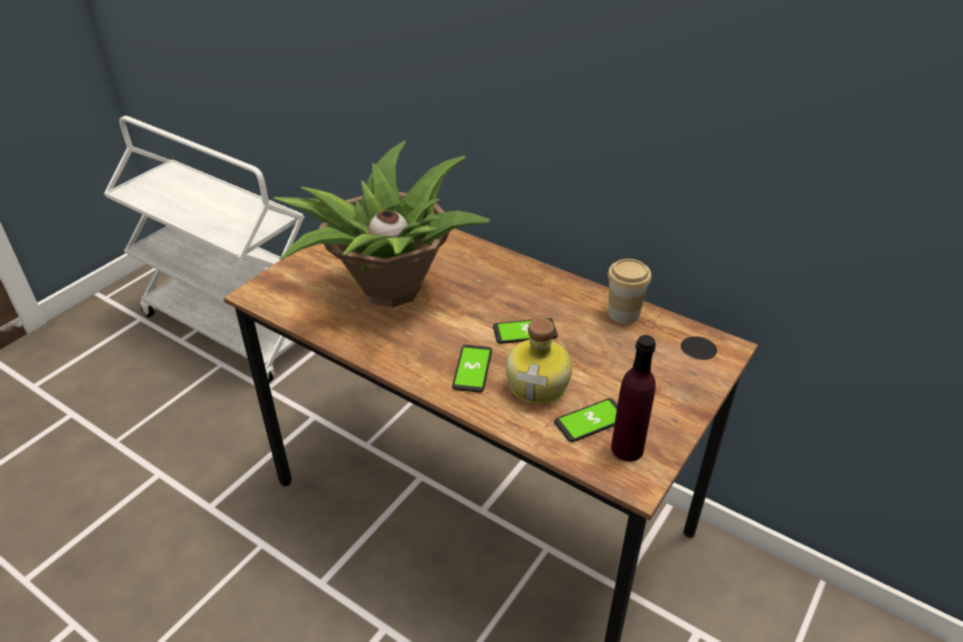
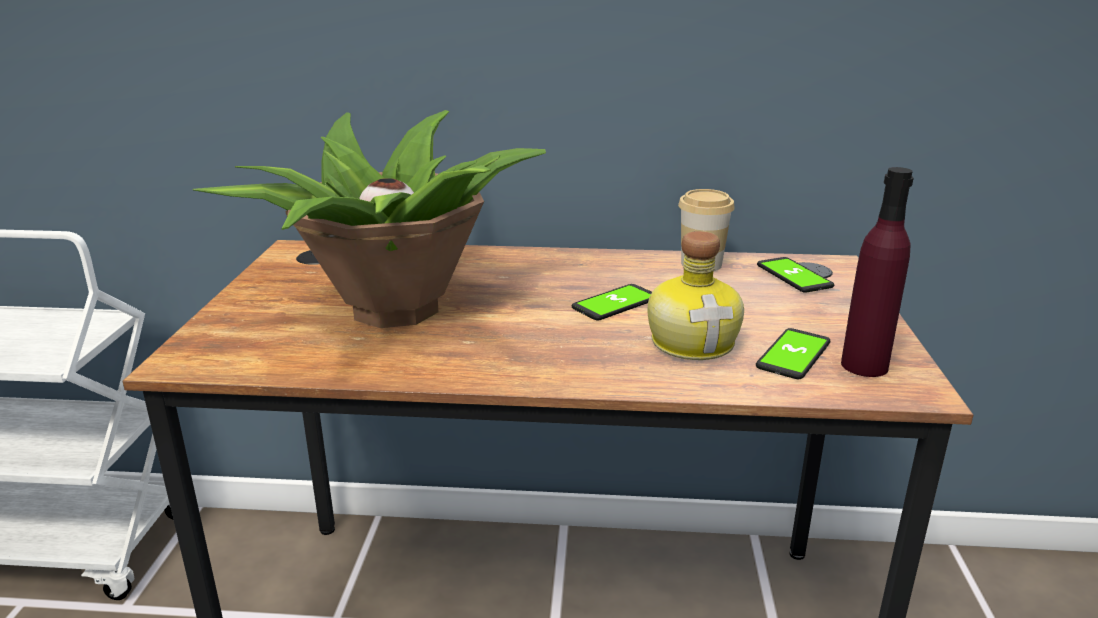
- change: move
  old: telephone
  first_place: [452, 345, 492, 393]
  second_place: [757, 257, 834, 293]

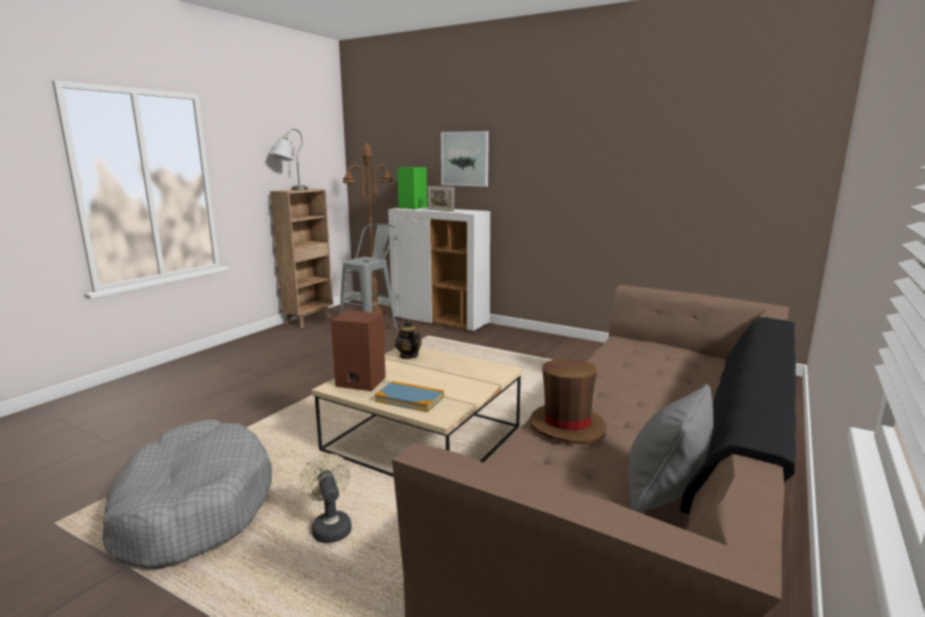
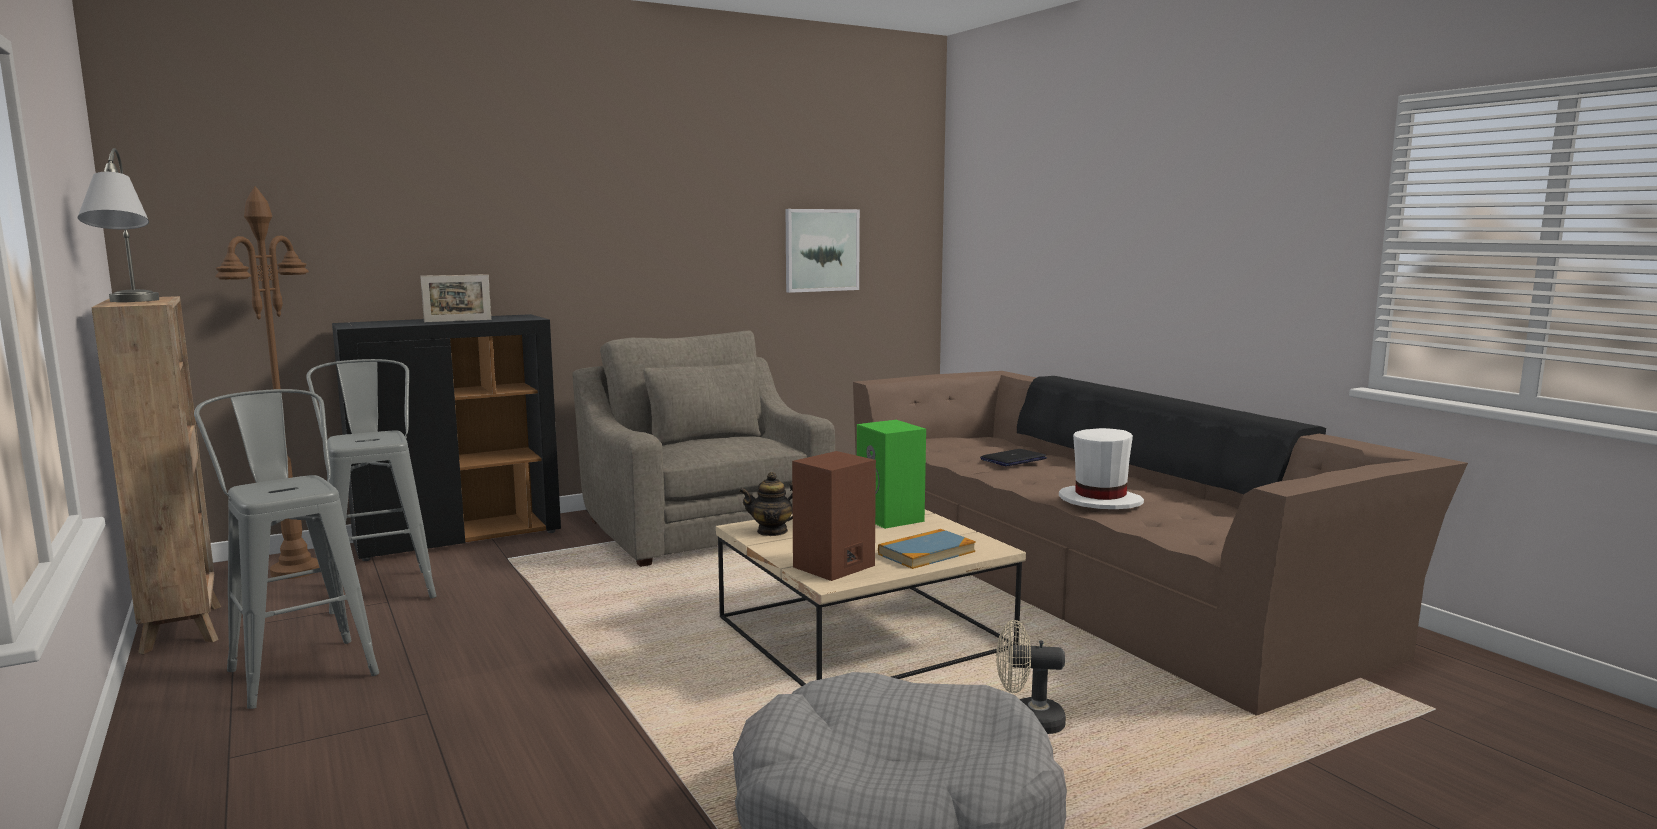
- change: move
  old: wall art
  first_place: [441, 131, 489, 187]
  second_place: [786, 209, 860, 293]
- change: move
  old: greenish audio speaker
  first_place: [397, 167, 427, 209]
  second_place: [857, 420, 926, 529]
- change: recolor
  old: whitish cupboard
  new: black-coloured cupboard
  first_place: [388, 207, 490, 332]
  second_place: [332, 314, 561, 561]
- change: recolor
  old: brownish hat
  new: whitish hat
  first_place: [530, 359, 607, 445]
  second_place: [1059, 428, 1144, 509]
- change: delete
  old: gray cushion
  first_place: [629, 384, 713, 513]
- change: insert
  new: gray armchair
  second_place: [572, 331, 835, 567]
- change: insert
  new: gray stool
  second_place: [194, 389, 379, 709]
- change: insert
  new: portable computer
  second_place: [980, 449, 1047, 466]

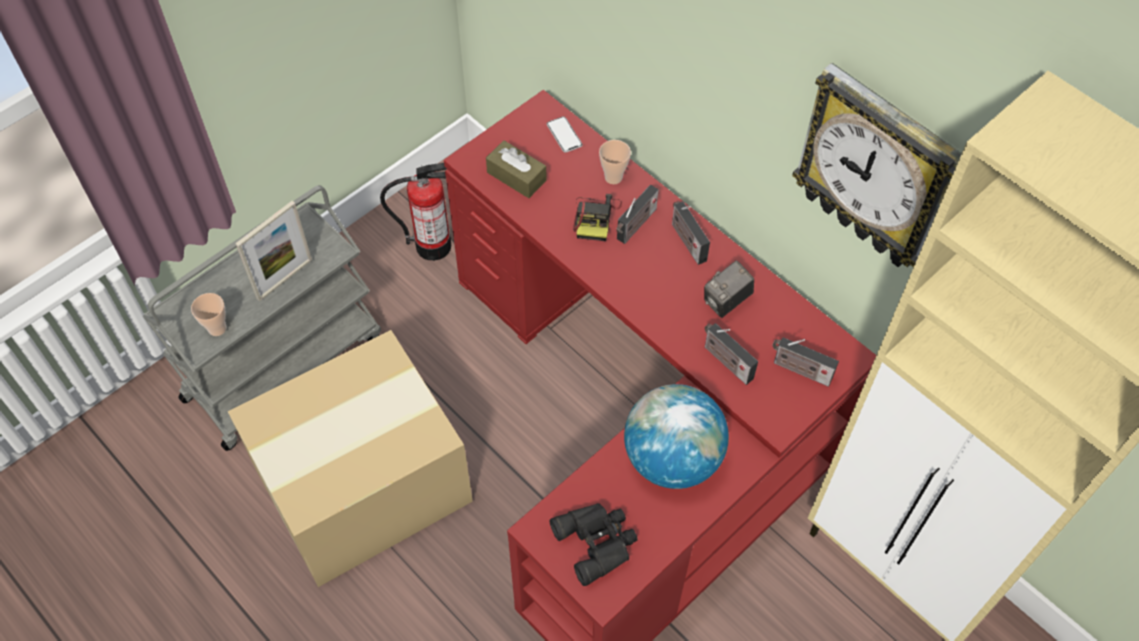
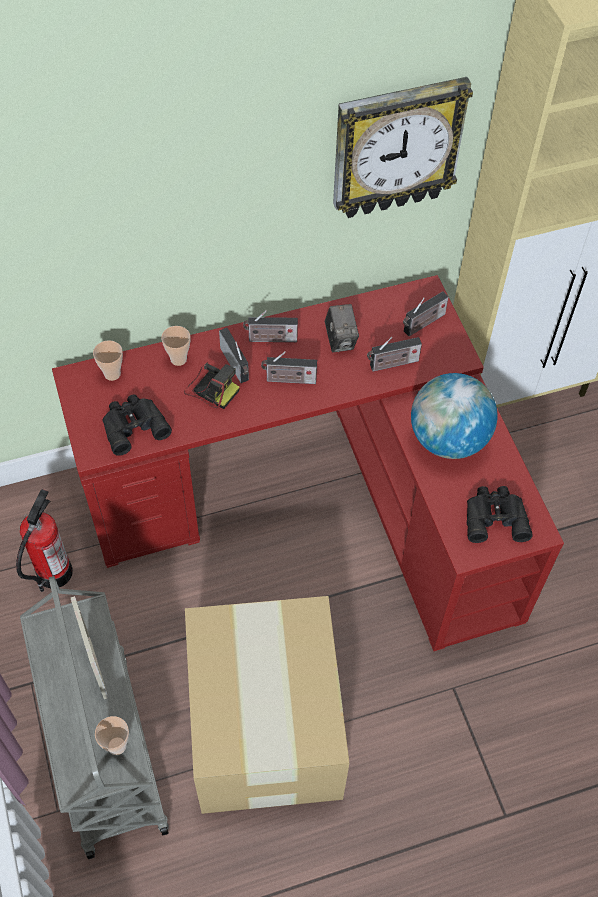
- change: replace
  old: telephone
  new: drinking cup
  first_place: [547, 116, 582, 153]
  second_place: [93, 340, 123, 381]
- change: replace
  old: brownish box of tissues
  new: black-coloured pair of binoculars
  first_place: [486, 140, 547, 198]
  second_place: [102, 394, 172, 456]
- change: insert
  new: radio
  second_place: [261, 351, 317, 384]

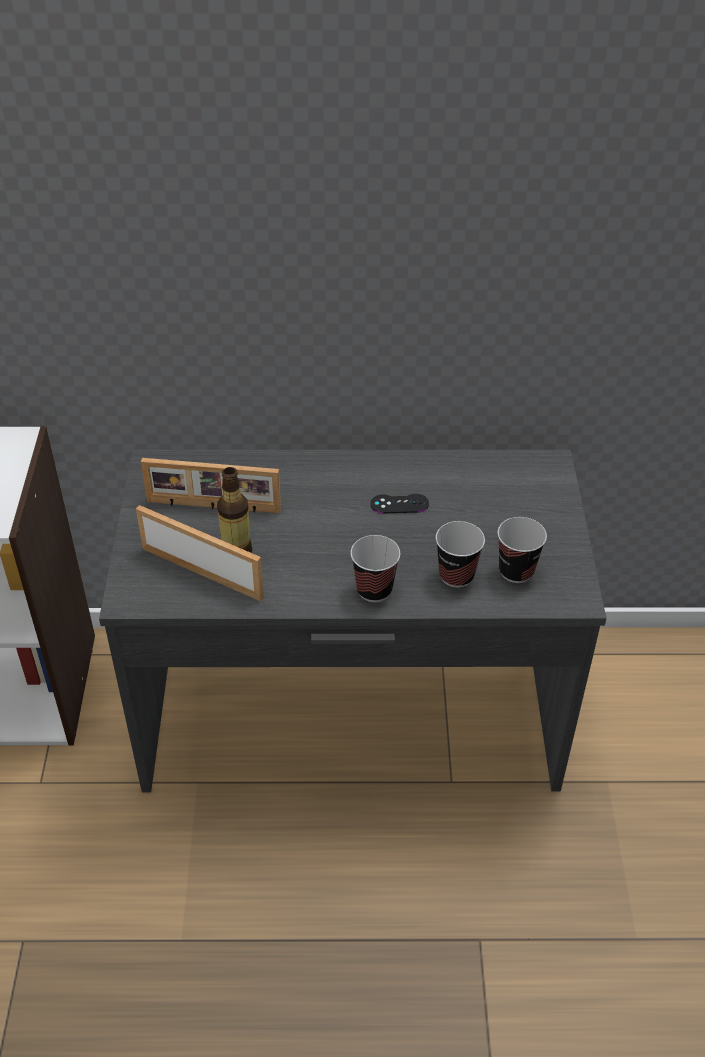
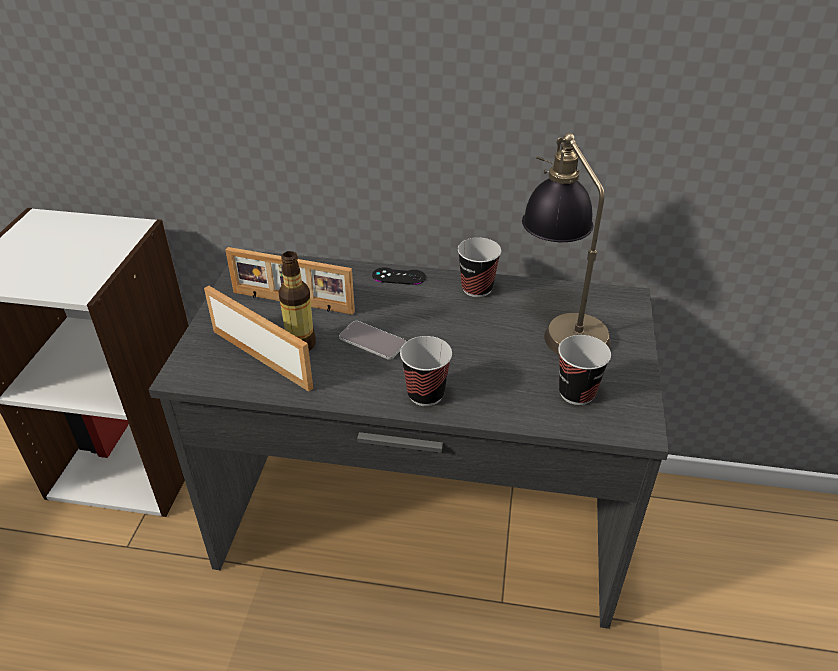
- change: move
  old: black-coloured joypad
  first_place: [370, 494, 429, 513]
  second_place: [372, 267, 426, 285]
- change: move
  old: drinking cup
  first_place: [436, 521, 485, 588]
  second_place: [458, 238, 501, 297]
- change: insert
  new: tabletop lamp
  second_place: [522, 133, 611, 355]
- change: insert
  new: telephone
  second_place: [339, 321, 406, 360]

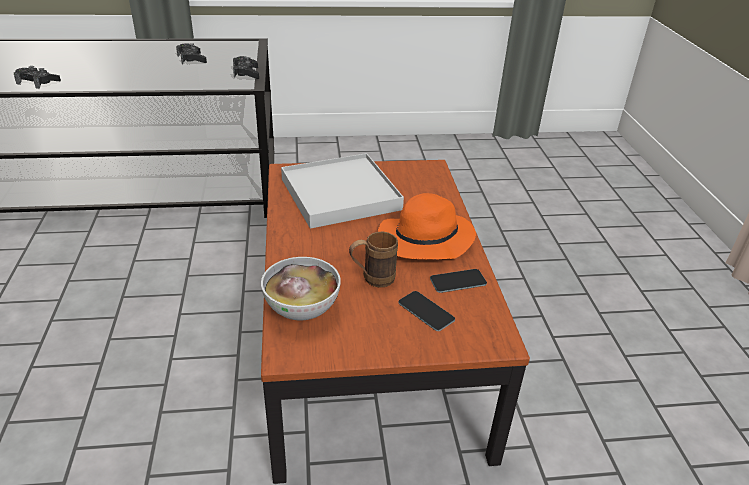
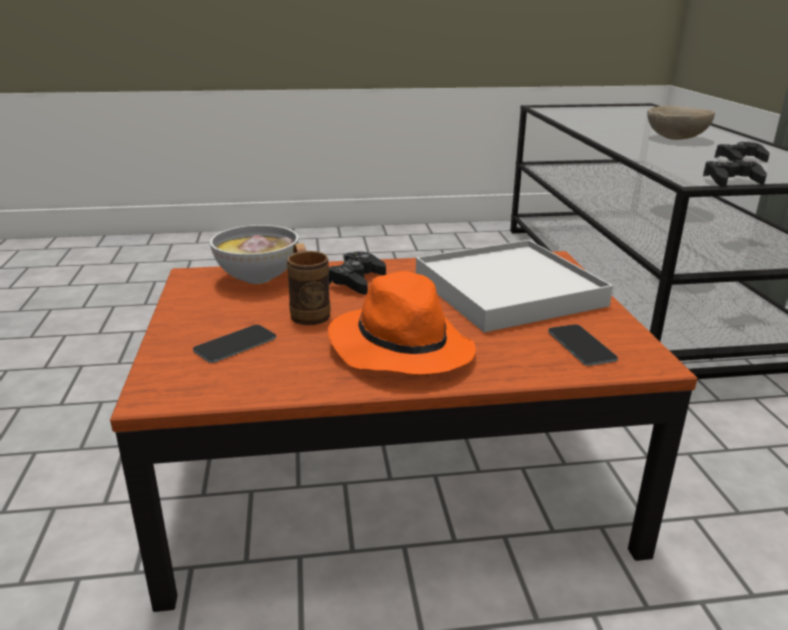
- change: move
  old: black-coloured joypad
  first_place: [14, 66, 61, 89]
  second_place: [328, 252, 386, 294]
- change: move
  old: telephone
  first_place: [430, 269, 487, 293]
  second_place: [548, 324, 618, 366]
- change: insert
  new: beige deep dish
  second_place: [647, 106, 715, 140]

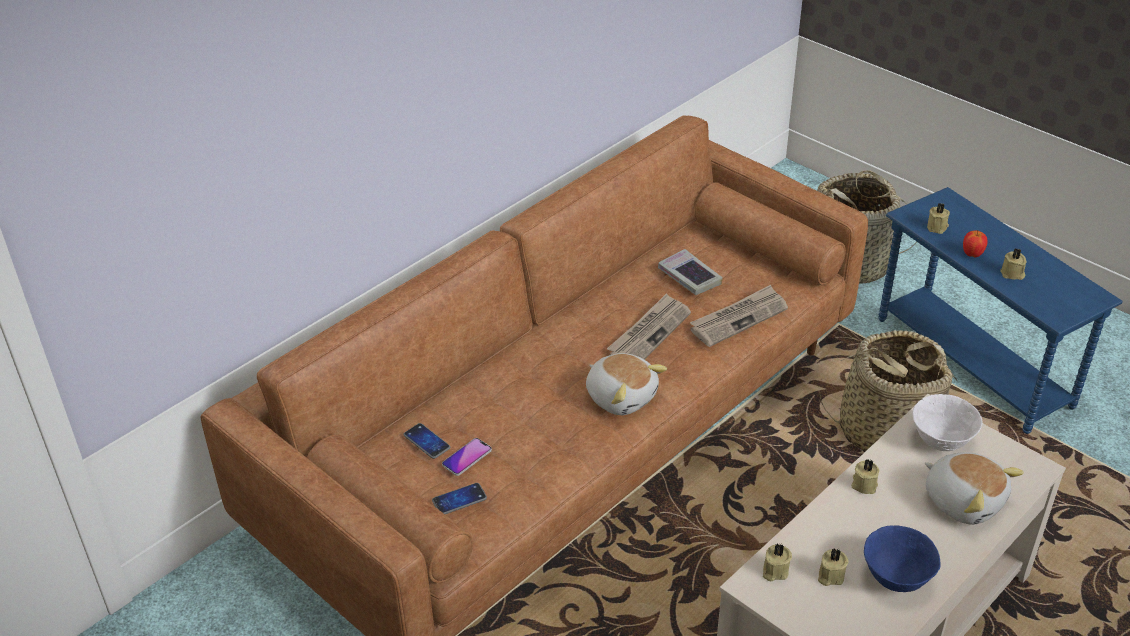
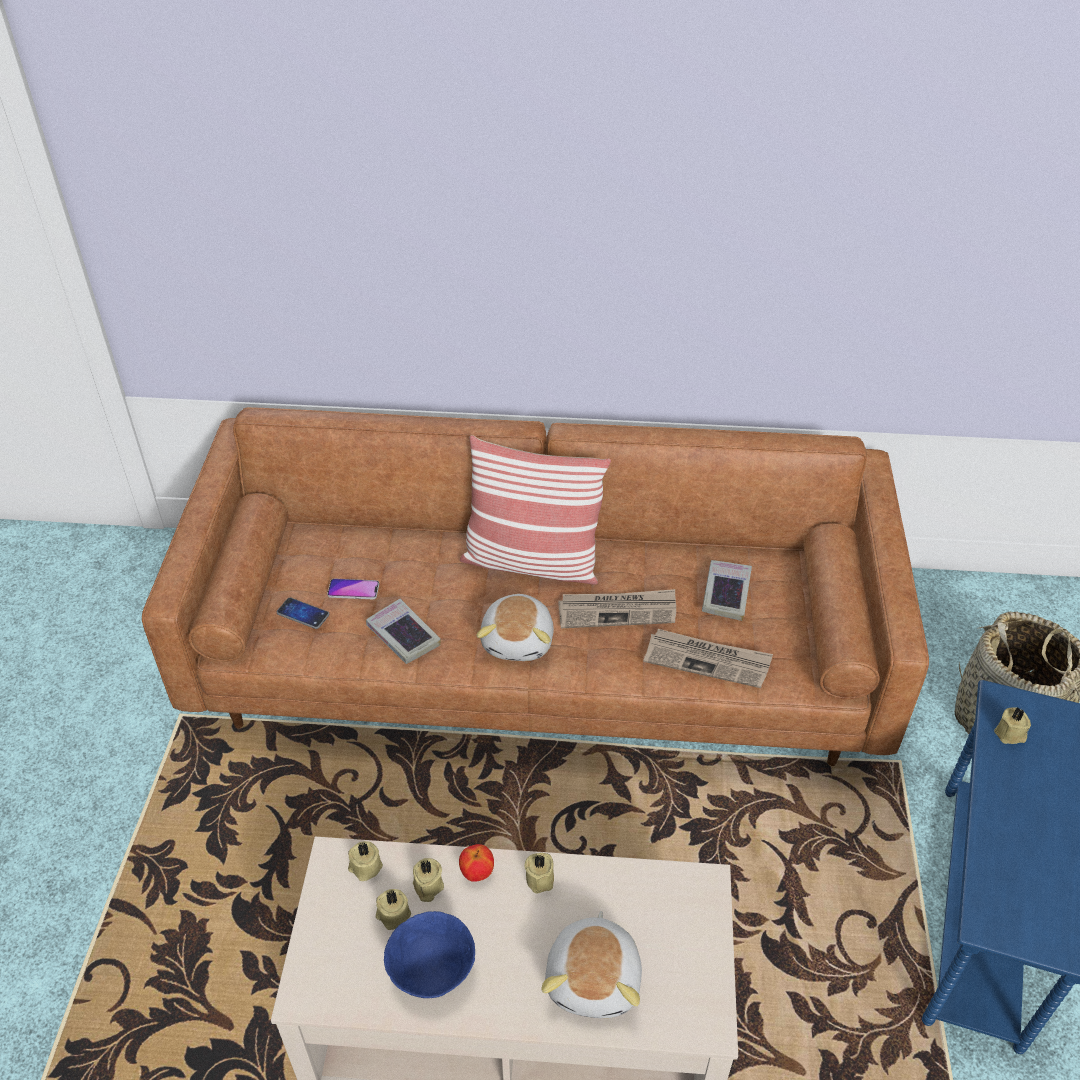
- change: move
  old: apple fruit
  first_place: [963, 230, 988, 257]
  second_place: [459, 844, 494, 882]
- change: move
  old: beige wax candle
  first_place: [1000, 248, 1027, 280]
  second_place: [413, 858, 444, 902]
- change: delete
  old: basket
  first_place: [819, 330, 958, 452]
- change: delete
  old: whitish deep dish
  first_place: [912, 394, 982, 451]
- change: delete
  old: telephone
  first_place: [403, 423, 450, 459]
- change: insert
  new: cushion
  second_place: [460, 435, 611, 585]
- change: insert
  new: book
  second_place: [366, 599, 441, 664]

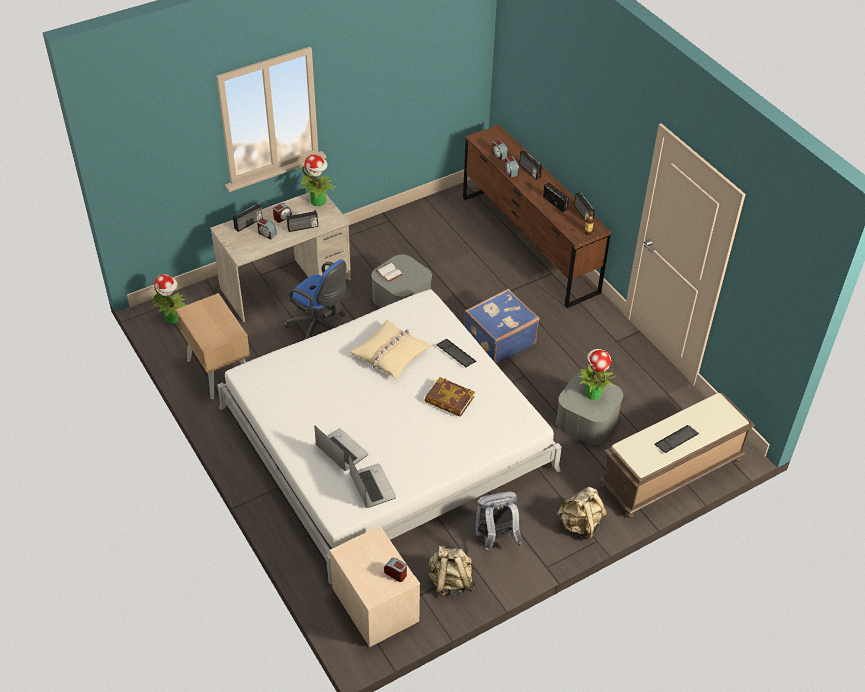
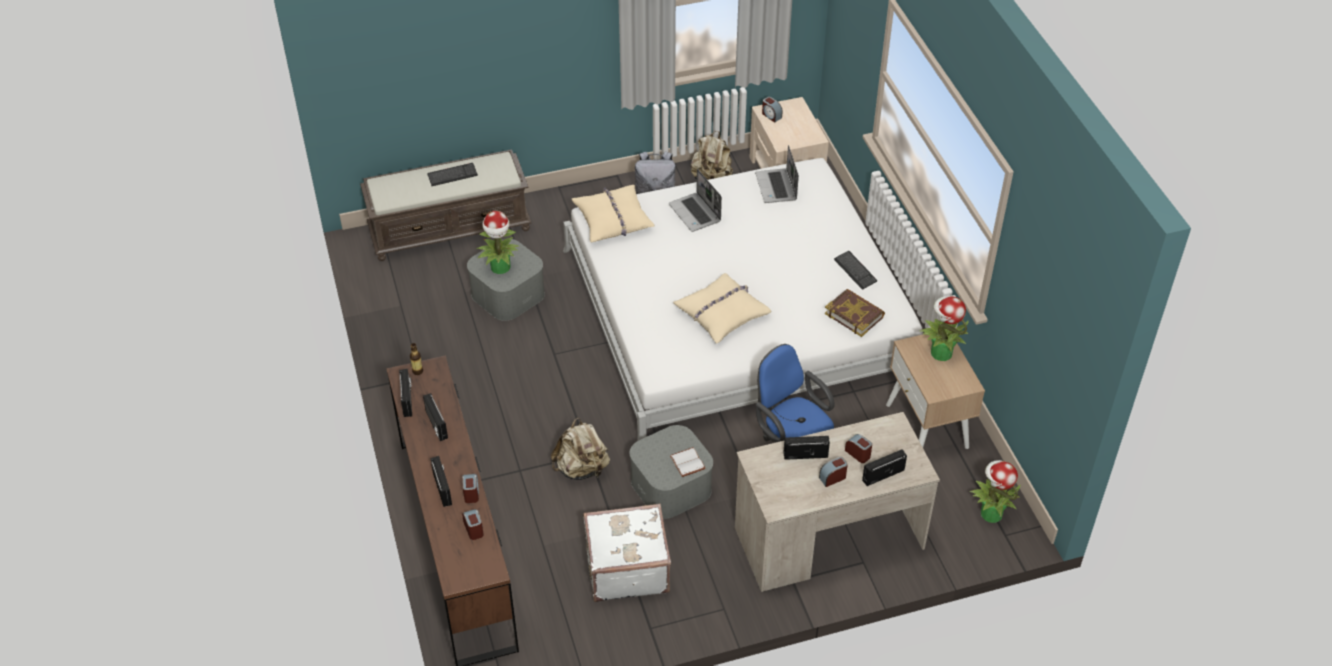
- change: move
  old: houseplant
  first_place: [301, 154, 336, 206]
  second_place: [920, 296, 969, 361]
- change: delete
  old: bluish suitcase
  first_place: [464, 289, 540, 365]
- change: move
  old: computer keyboard
  first_place: [436, 339, 477, 367]
  second_place: [834, 251, 877, 290]
- change: move
  old: book
  first_place: [424, 377, 475, 417]
  second_place: [825, 289, 885, 337]
- change: move
  old: portable computer
  first_place: [314, 426, 369, 471]
  second_place: [669, 169, 722, 232]
- change: move
  old: beige backpack
  first_place: [557, 487, 607, 540]
  second_place: [551, 418, 610, 480]
- change: insert
  new: beige cushion
  second_place: [572, 185, 655, 242]
- change: insert
  new: whitish suitcase
  second_place: [583, 504, 671, 602]

